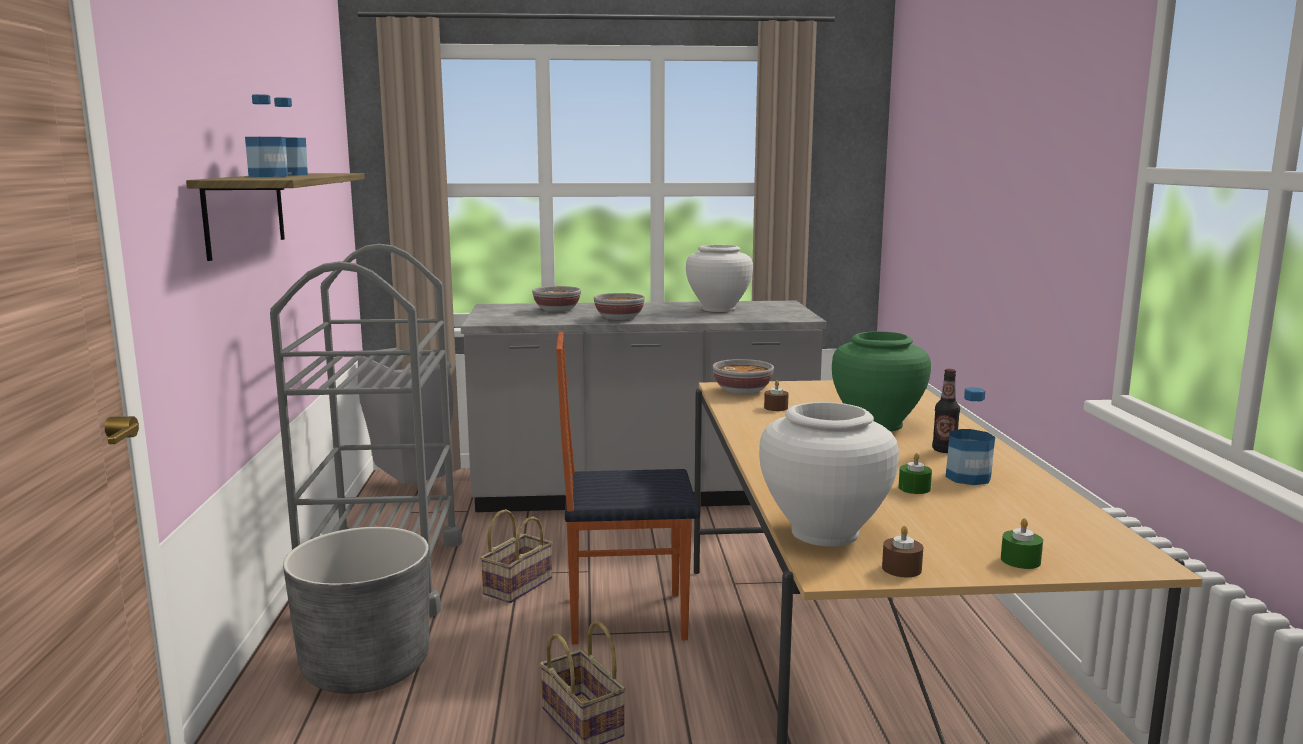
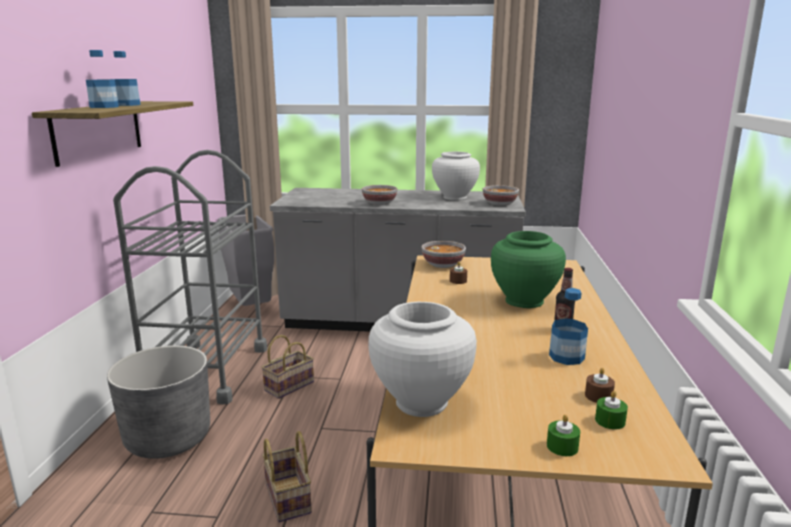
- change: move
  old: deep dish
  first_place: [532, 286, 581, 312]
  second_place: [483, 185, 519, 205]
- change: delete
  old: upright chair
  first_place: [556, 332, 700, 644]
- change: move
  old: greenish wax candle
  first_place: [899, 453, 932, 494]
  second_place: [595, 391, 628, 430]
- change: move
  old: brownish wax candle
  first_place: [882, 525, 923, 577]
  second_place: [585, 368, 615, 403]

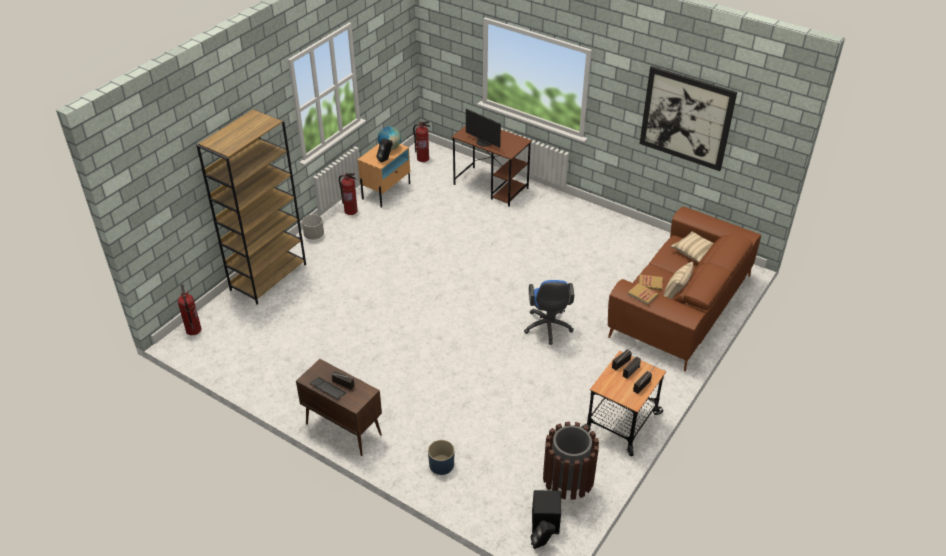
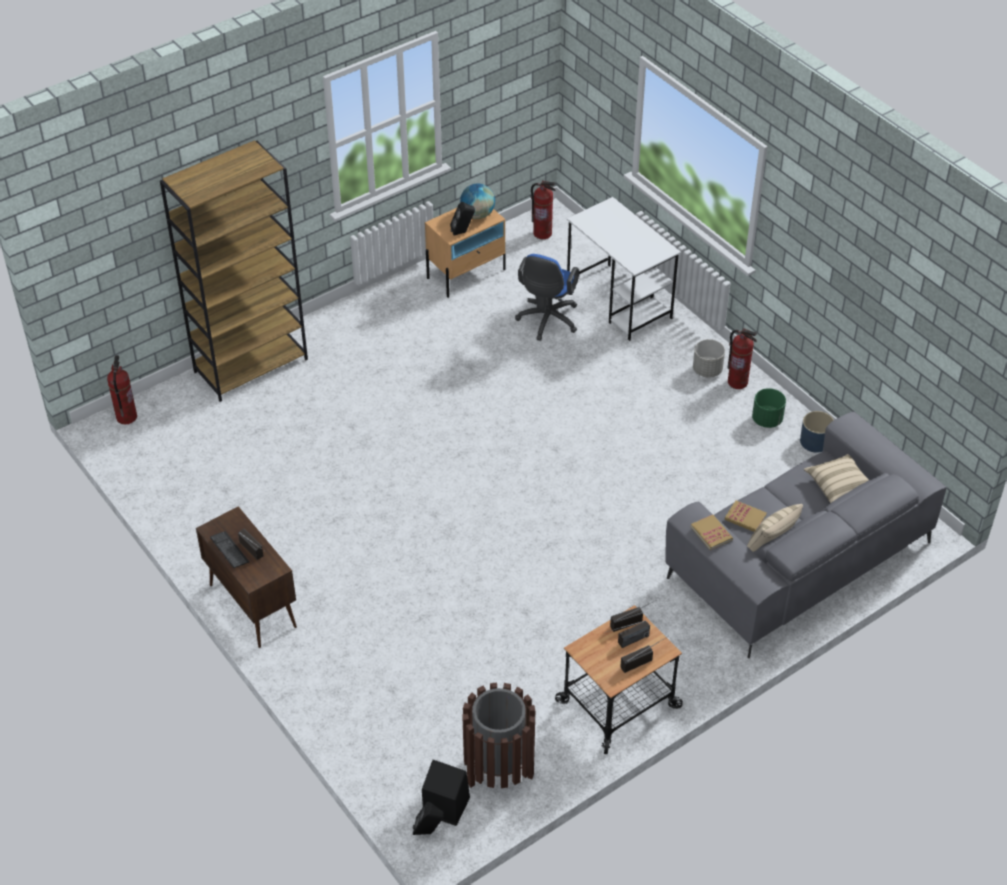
- change: delete
  old: wall art
  first_place: [640, 66, 737, 171]
- change: delete
  old: computer screen
  first_place: [466, 109, 501, 148]
- change: recolor
  old: brownish desk
  new: whitish desk
  first_place: [451, 125, 532, 207]
  second_place: [567, 197, 681, 341]
- change: move
  old: fire-fighting cylinder
  first_place: [339, 173, 358, 215]
  second_place: [727, 328, 757, 389]
- change: recolor
  old: brownish settee
  new: gray settee
  first_place: [608, 206, 761, 372]
  second_place: [665, 412, 946, 658]
- change: move
  old: gray plant pot
  first_place: [302, 214, 324, 240]
  second_place: [693, 339, 725, 377]
- change: move
  old: bluish desk chair
  first_place: [524, 280, 574, 345]
  second_place: [515, 254, 579, 341]
- change: move
  old: bluish plant pot
  first_place: [428, 440, 454, 475]
  second_place: [800, 411, 834, 453]
- change: insert
  new: greenish plant pot
  second_place: [752, 388, 786, 428]

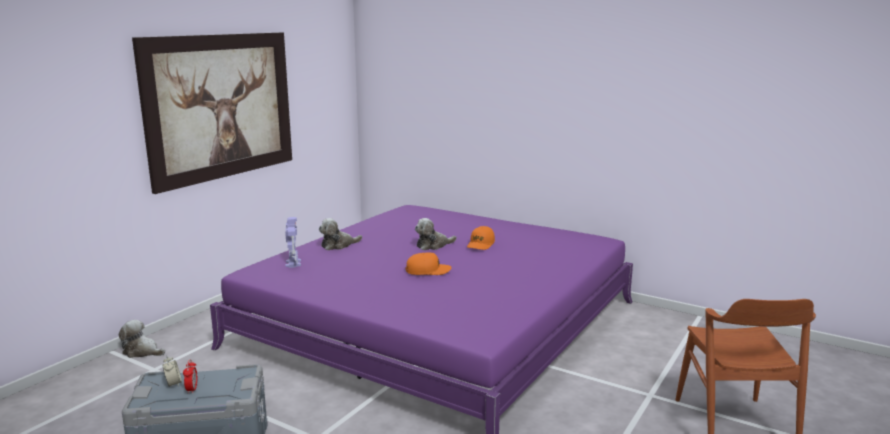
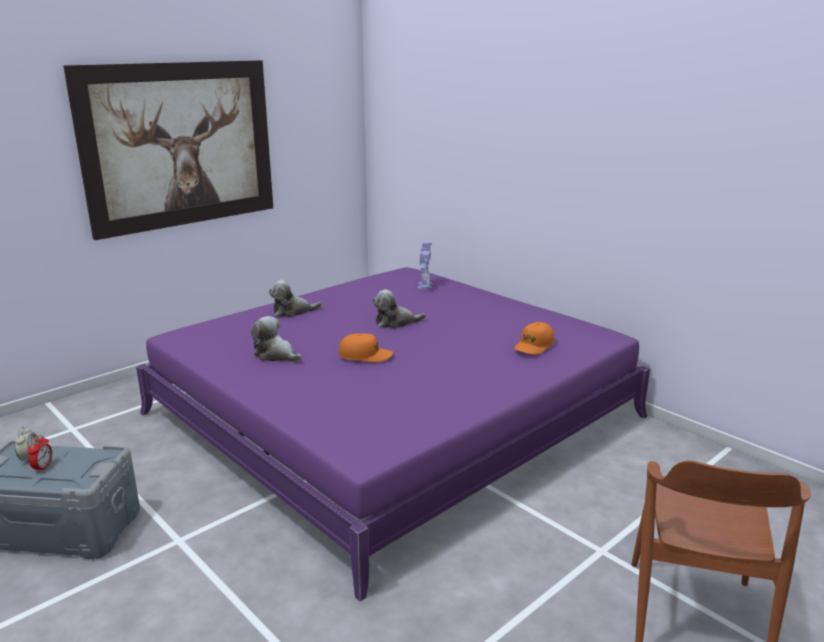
- change: move
  old: toy robot
  first_place: [285, 217, 301, 268]
  second_place: [418, 241, 433, 290]
- change: move
  old: orangey peaked cap
  first_place: [467, 226, 495, 250]
  second_place: [514, 322, 554, 355]
- change: move
  old: cuddly toy
  first_place: [119, 320, 165, 358]
  second_place: [251, 316, 302, 362]

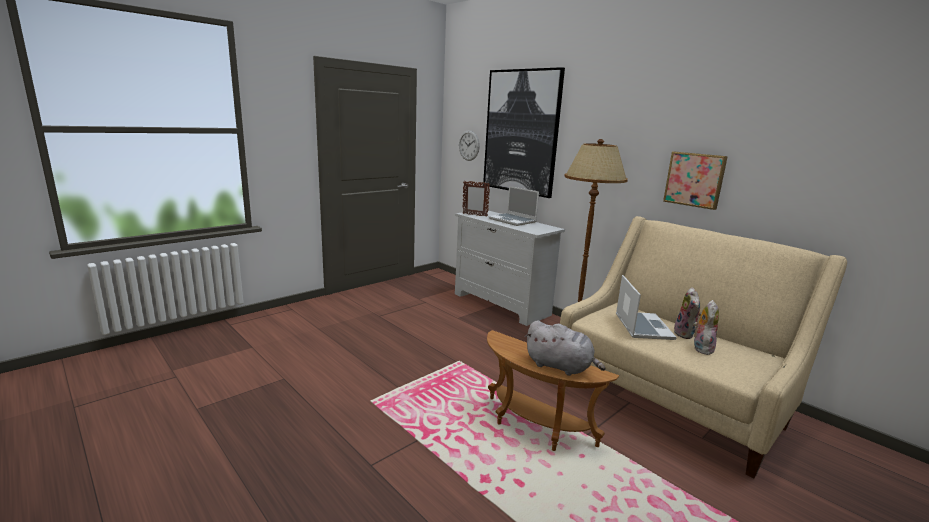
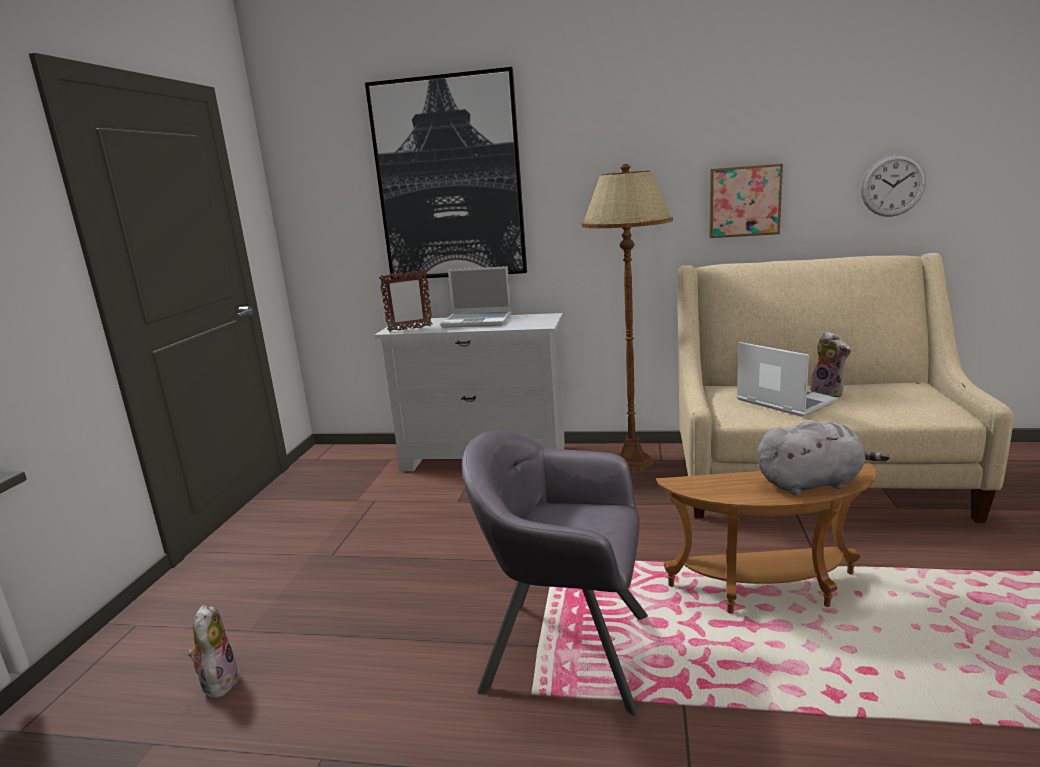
- change: move
  old: clock on the wall
  first_place: [459, 130, 480, 161]
  second_place: [861, 154, 926, 217]
- change: move
  old: cuddly toy
  first_place: [693, 300, 719, 355]
  second_place: [188, 605, 239, 698]
- change: insert
  new: gray armchair
  second_place: [462, 430, 648, 716]

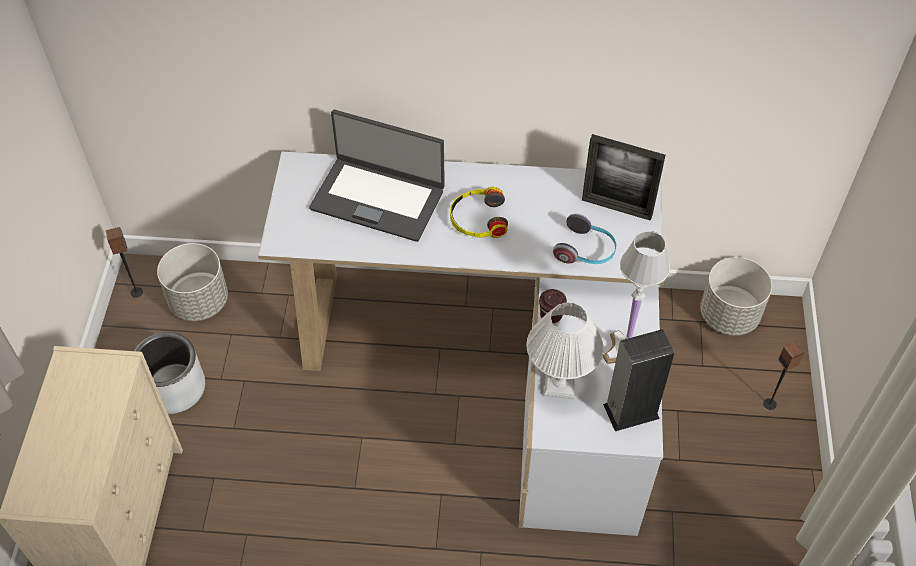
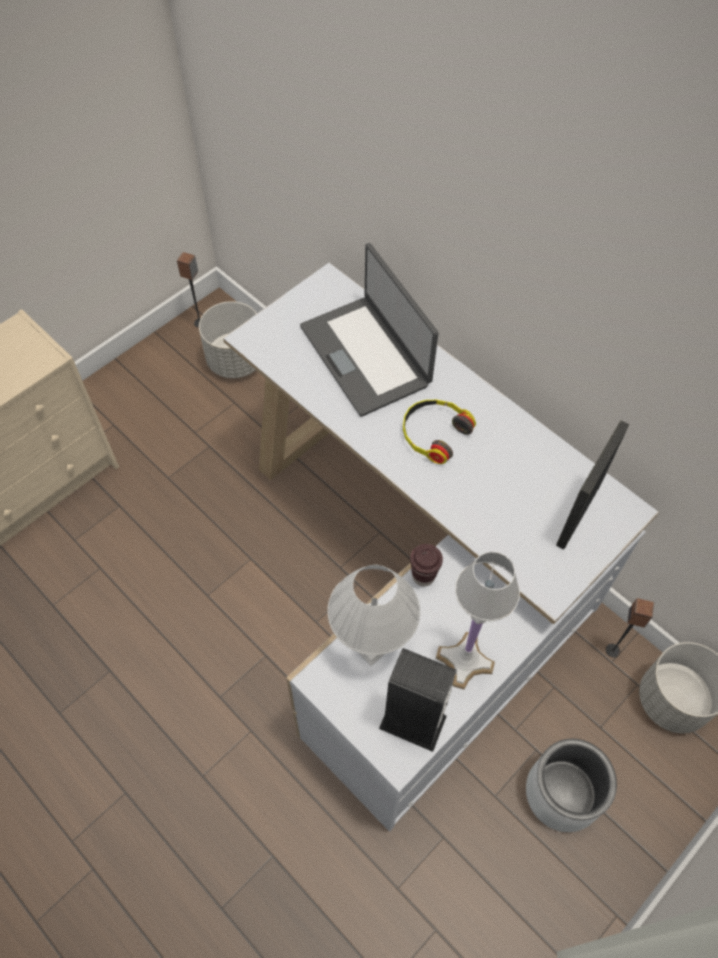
- change: rotate
  old: standing frame
  first_place: [582, 134, 666, 221]
  second_place: [556, 420, 629, 550]
  degrees: 60
- change: delete
  old: headphones
  first_place: [553, 214, 616, 264]
- change: move
  old: gray plant pot
  first_place: [134, 332, 205, 414]
  second_place: [526, 739, 617, 832]
- change: move
  old: audio speaker
  first_place: [763, 341, 805, 410]
  second_place: [606, 598, 654, 658]

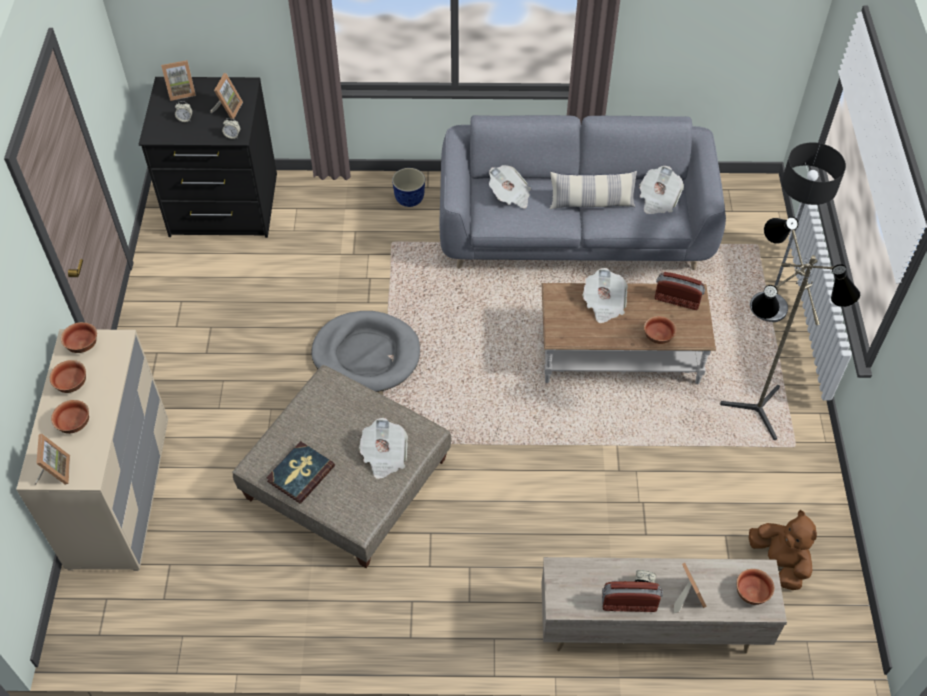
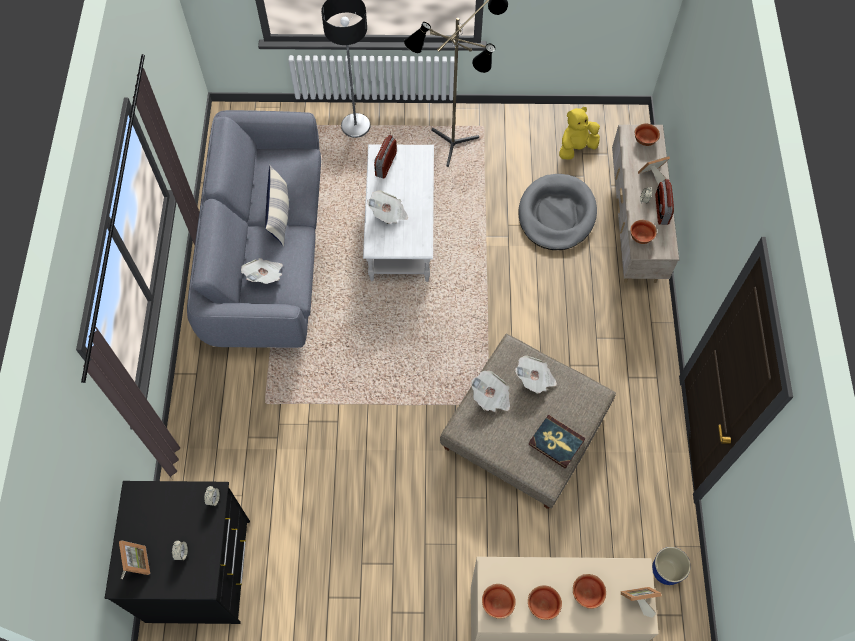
- change: delete
  old: standing frame
  first_place: [211, 73, 243, 120]
- change: move
  old: printed paper
  first_place: [639, 166, 684, 214]
  second_place: [471, 371, 510, 412]
- change: move
  old: plant pot
  first_place: [392, 168, 425, 207]
  second_place: [652, 547, 691, 585]
- change: recolor
  old: brownish coffee table
  new: whitish coffee table
  first_place: [541, 283, 716, 384]
  second_place: [363, 144, 434, 282]
- change: move
  old: gray dog bed
  first_place: [311, 311, 420, 392]
  second_place: [518, 174, 597, 250]
- change: move
  old: deep dish
  first_place: [644, 316, 676, 344]
  second_place: [630, 220, 657, 244]
- change: recolor
  old: brownish cuddly toy
  new: yellowish cuddly toy
  first_place: [749, 510, 817, 590]
  second_place: [559, 107, 600, 160]

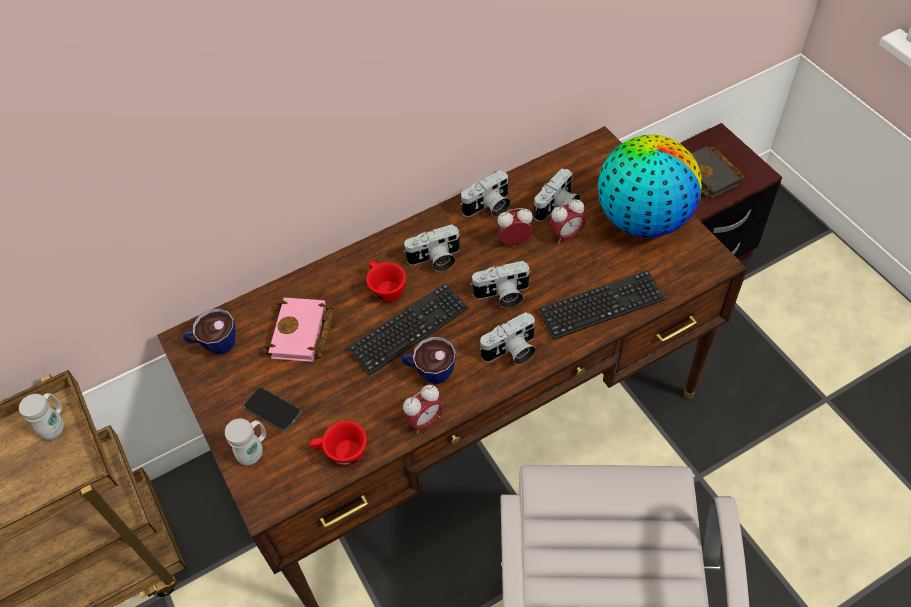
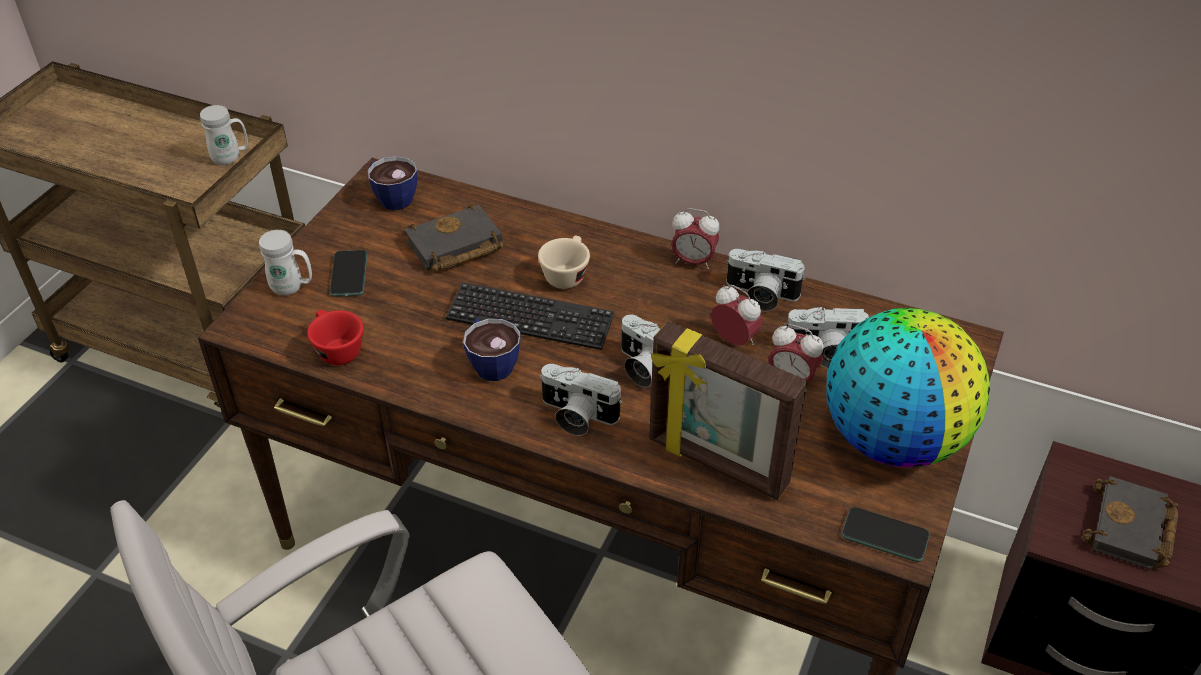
- change: delete
  old: still camera
  first_place: [403, 224, 461, 271]
- change: recolor
  old: red-coloured drinking cup
  new: beige drinking cup
  first_place: [366, 261, 406, 302]
  second_place: [538, 236, 590, 289]
- change: replace
  old: computer keyboard
  new: standing frame
  first_place: [538, 270, 665, 340]
  second_place: [649, 321, 807, 500]
- change: recolor
  old: pink book
  new: black-coloured book
  first_place: [262, 298, 334, 362]
  second_place: [405, 204, 504, 272]
- change: move
  old: alarm clock
  first_place: [402, 385, 443, 434]
  second_place: [671, 208, 720, 269]
- change: insert
  new: telephone
  second_place: [842, 507, 930, 562]

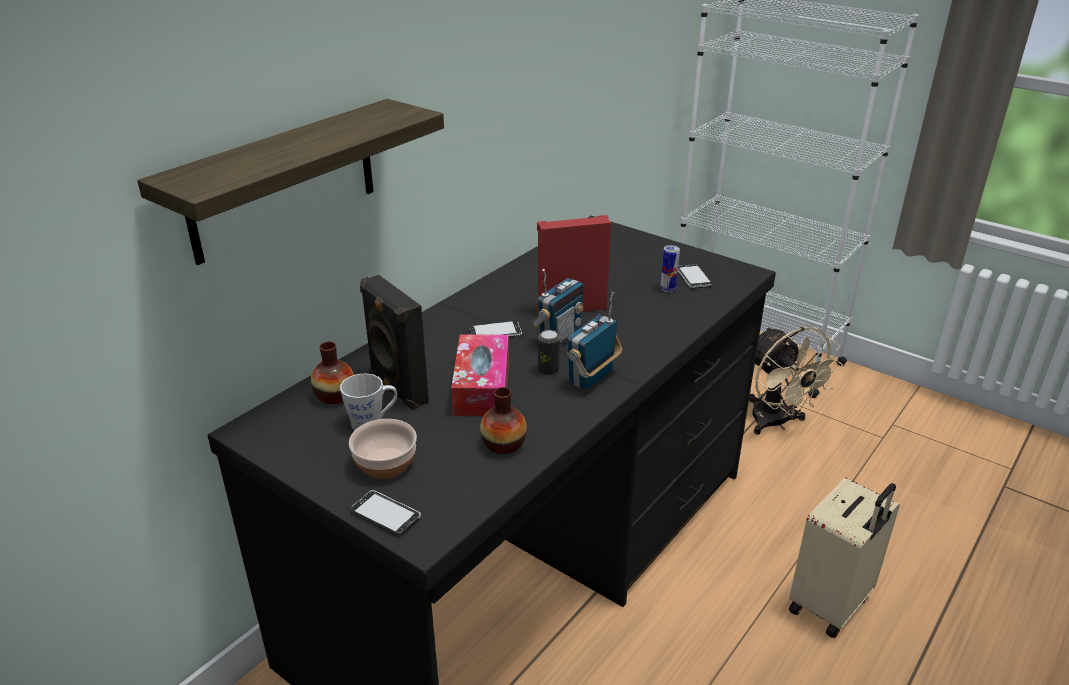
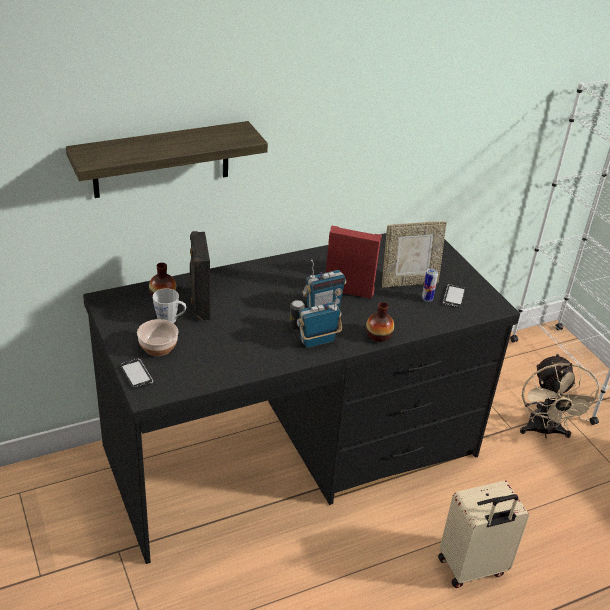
- change: delete
  old: telephone
  first_place: [469, 321, 522, 337]
- change: delete
  old: box of tissues
  first_place: [451, 334, 509, 416]
- change: move
  old: flower vase
  first_place: [480, 387, 527, 454]
  second_place: [366, 302, 394, 342]
- change: insert
  new: standing frame
  second_place: [382, 221, 447, 288]

